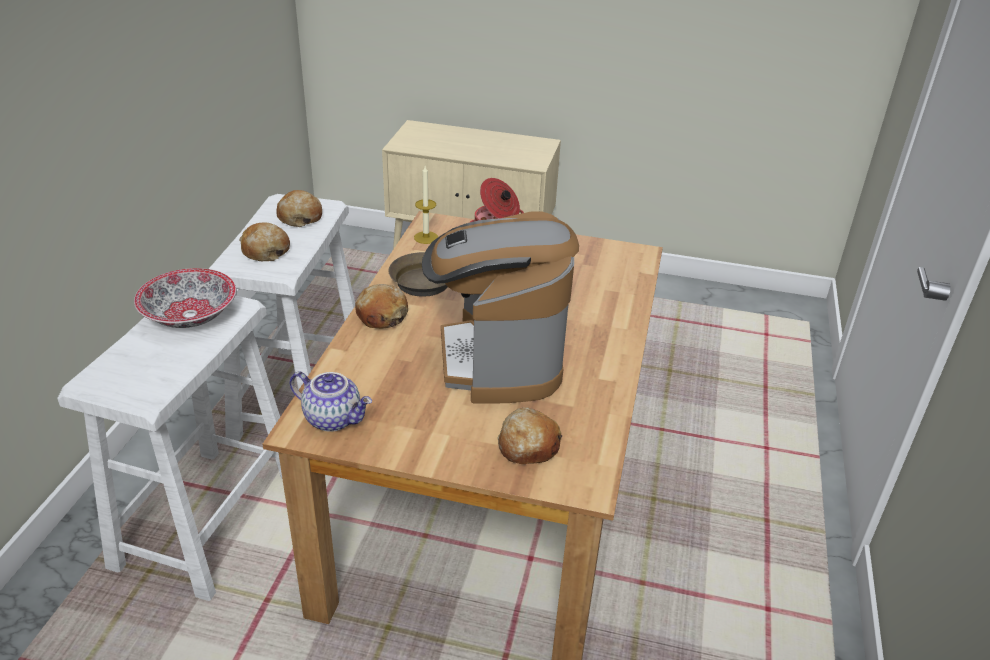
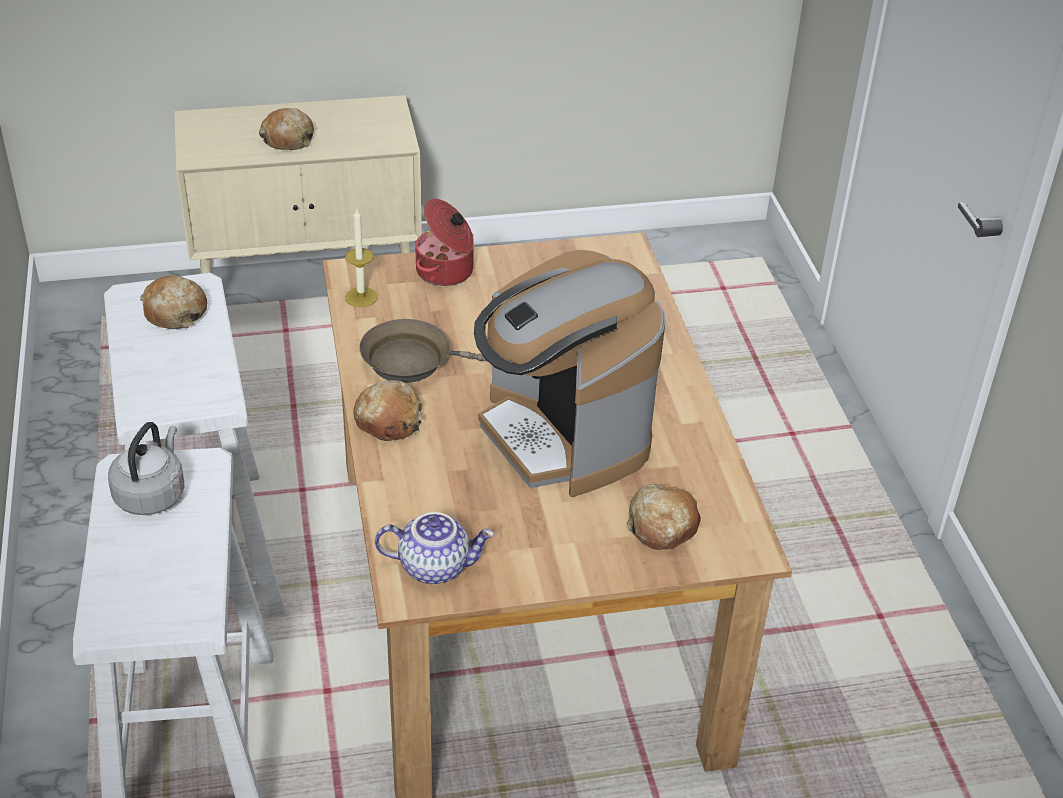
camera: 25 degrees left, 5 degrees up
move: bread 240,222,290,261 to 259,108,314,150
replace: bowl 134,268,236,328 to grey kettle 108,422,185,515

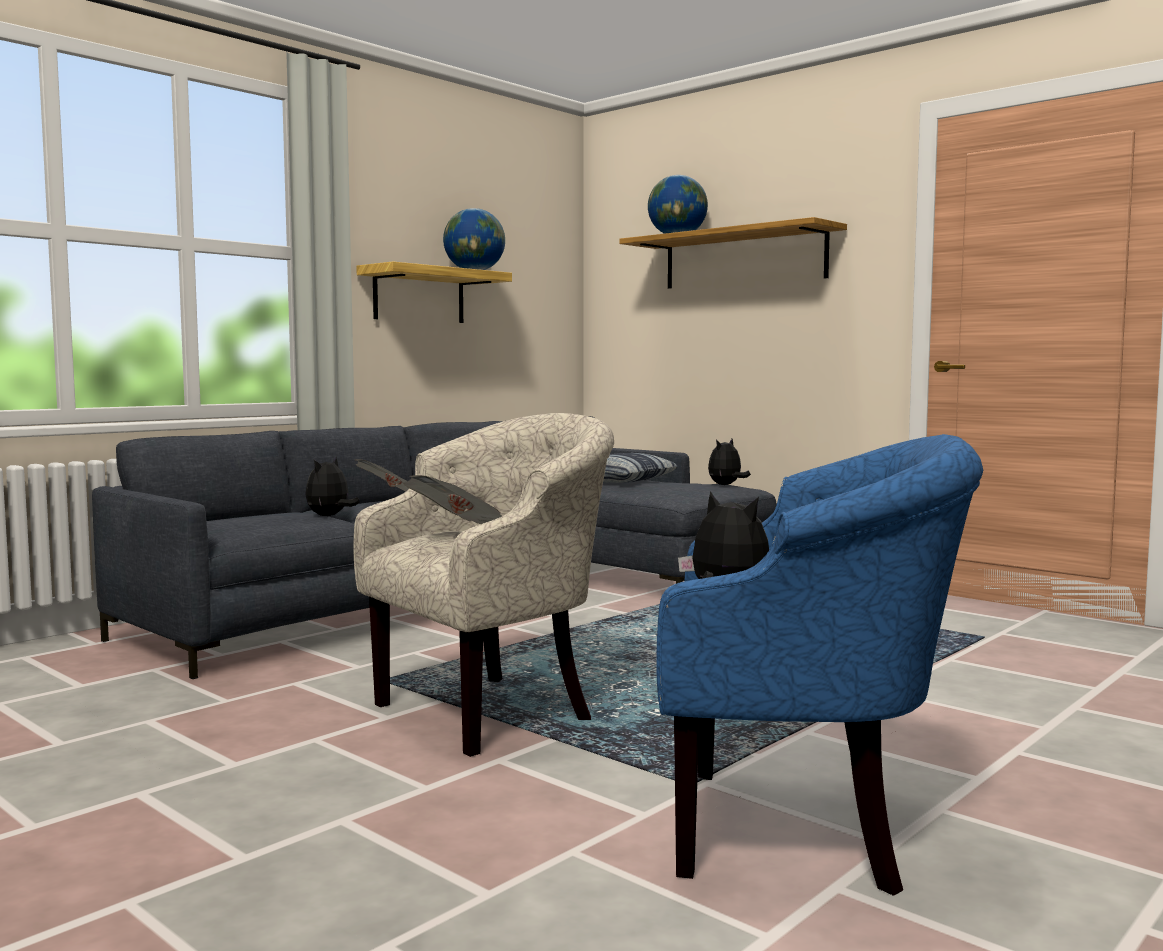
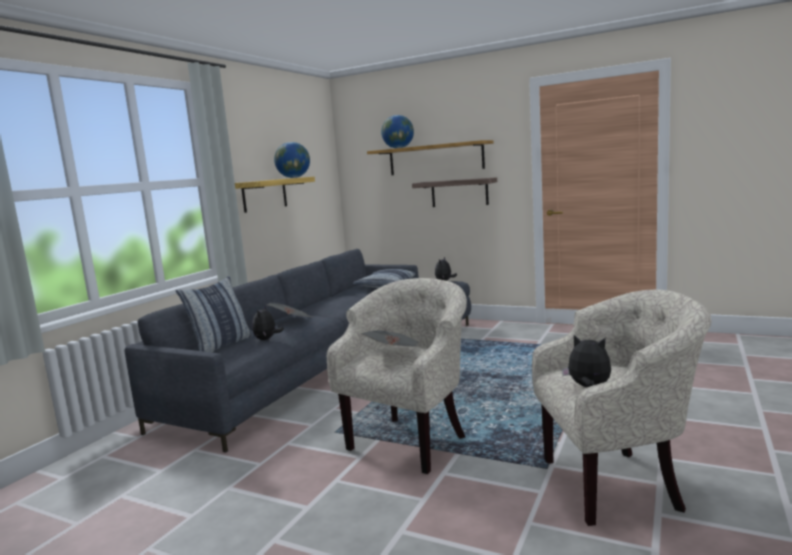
camera: 15 degrees left, 5 degrees up
insert: shelf 412,177,497,207; pillow 176,276,253,352
recolor: blue armchair 656,434,983,896 to beige armchair 532,290,711,526

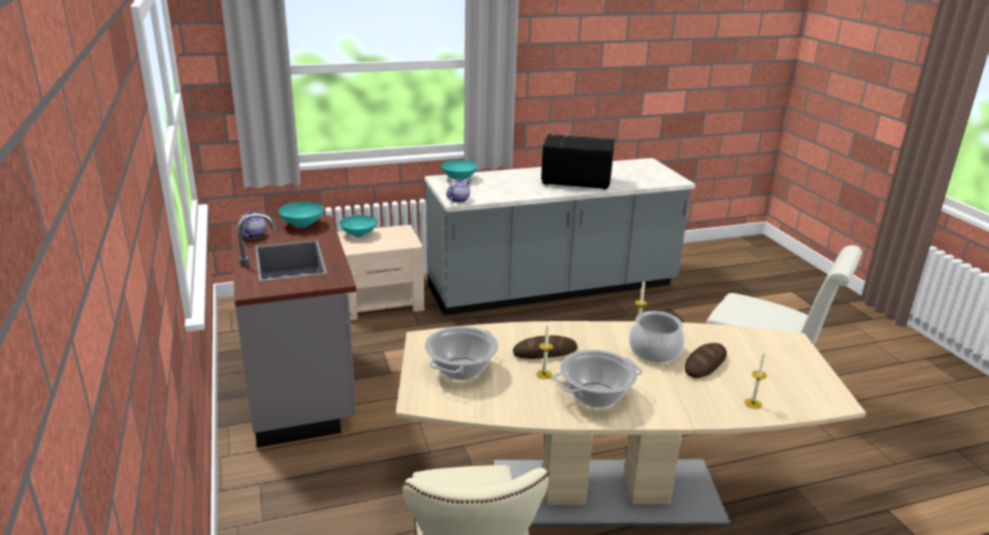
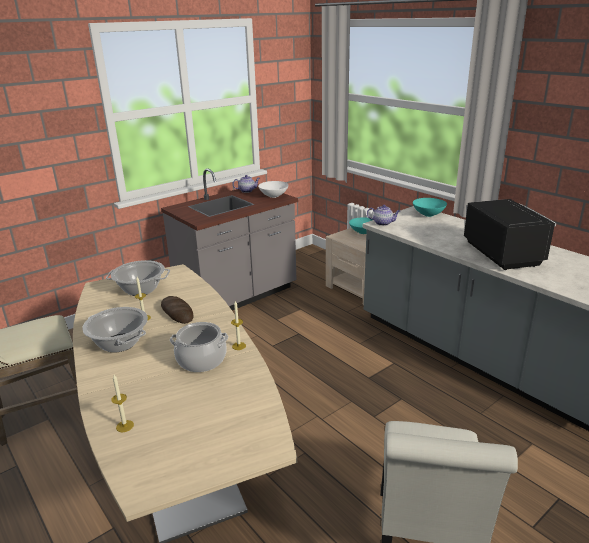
camera: 70 degrees right, 0 degrees up
delete: bread 685,343,727,378
recolor: turquoise bowl 279,202,324,228 to white bowl 258,181,289,198

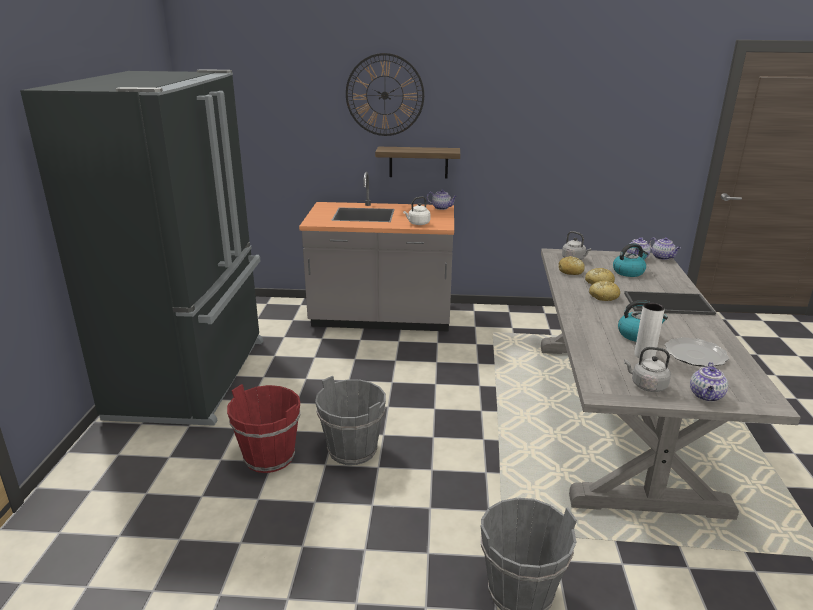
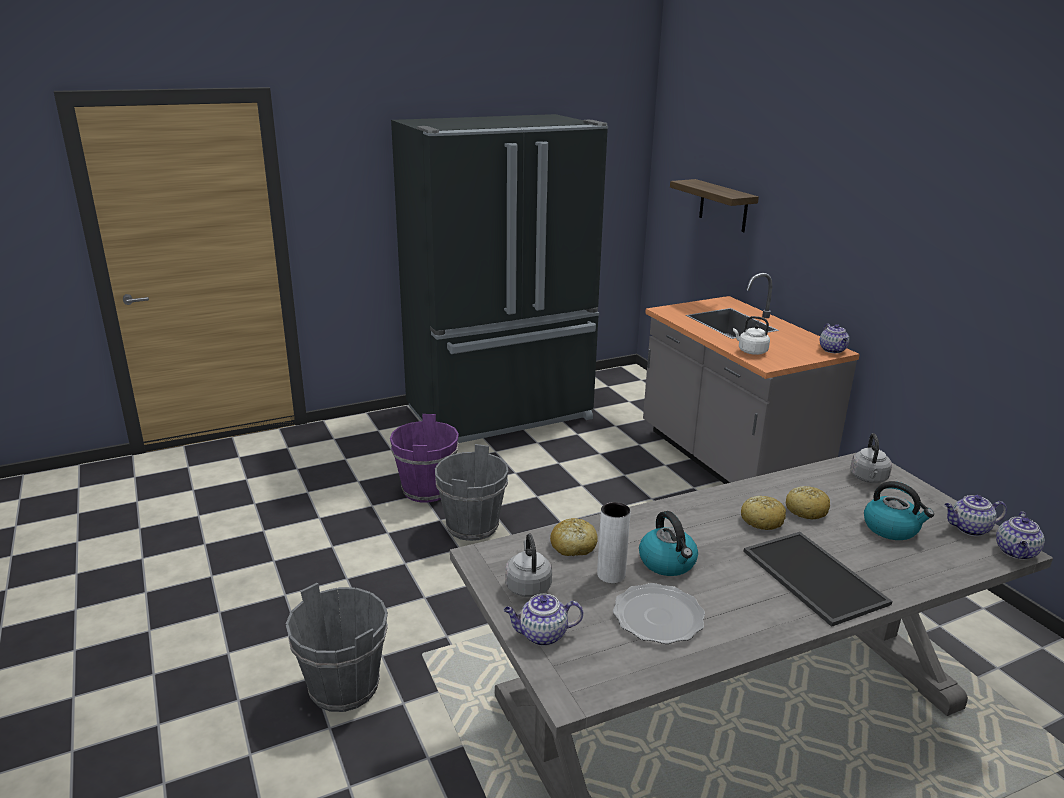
camera: 60 degrees right, 0 degrees up
delete: wall clock 346,53,424,136
move: shelf 375,147,460,179 to 670,179,759,232; bread 559,256,585,275 to 550,518,598,557
recolor: red bucket 227,384,301,473 to purple bucket 390,414,459,503

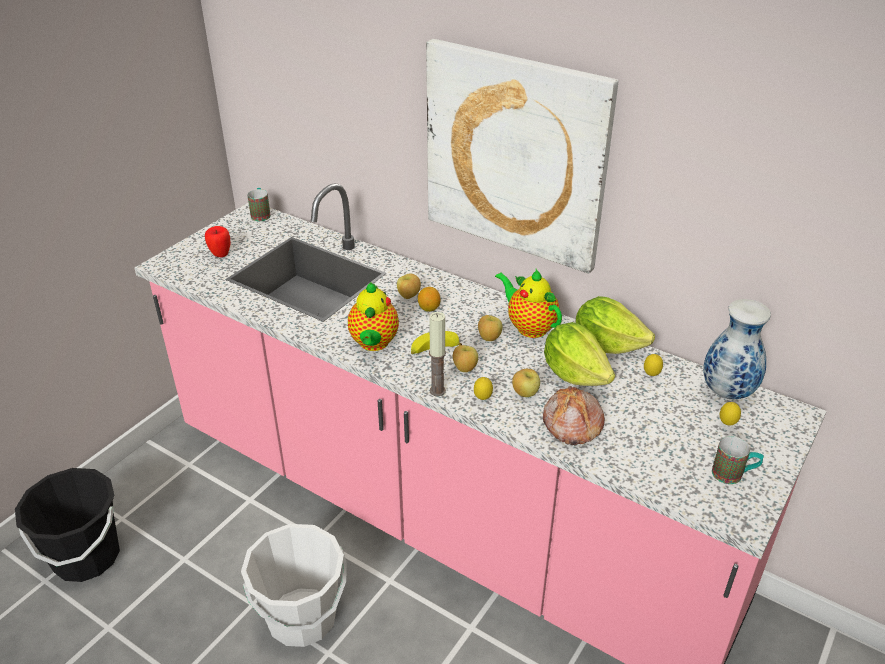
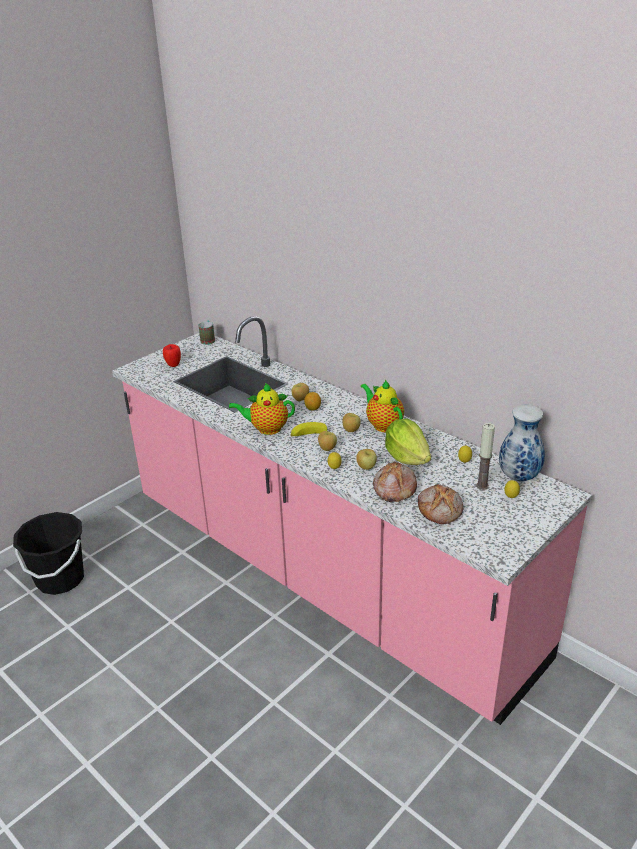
camera: 10 degrees right, 5 degrees down
delete: picture 426,39,618,274; lettuce 575,296,655,354; mug 712,436,764,484; white bucket 241,524,347,647
insert: bread 418,484,464,524
move: candle 429,312,446,396 to 476,423,495,490
rotate: teapot 348,282,399,351 = 229,383,295,435 75 degrees clockwise

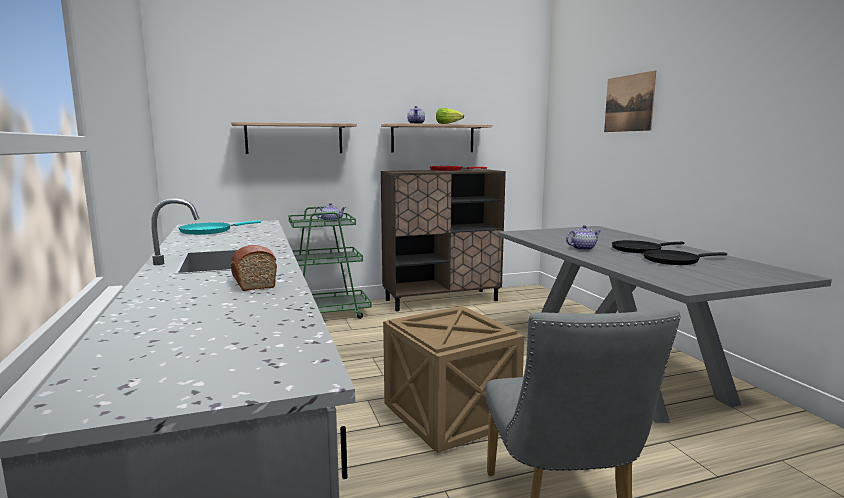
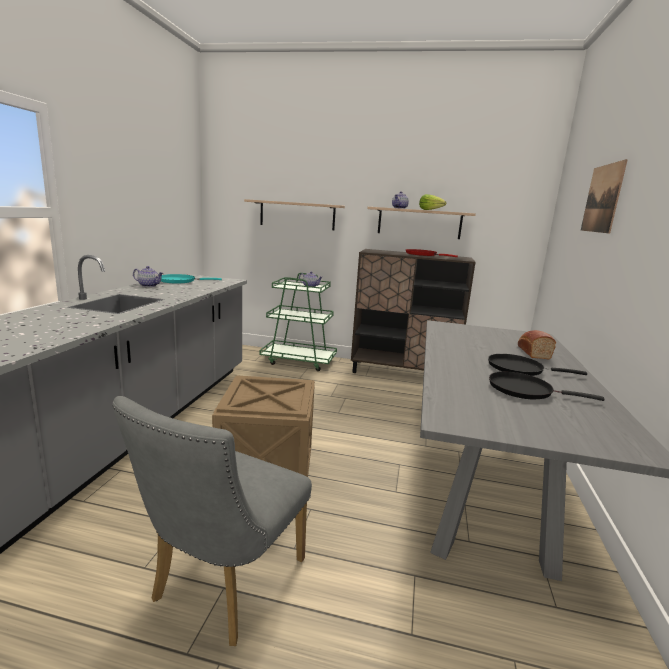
camera: 30 degrees right, 5 degrees up
move: teapot 566,225,600,251 to 133,266,163,287; bread 231,245,277,291 to 518,330,556,360

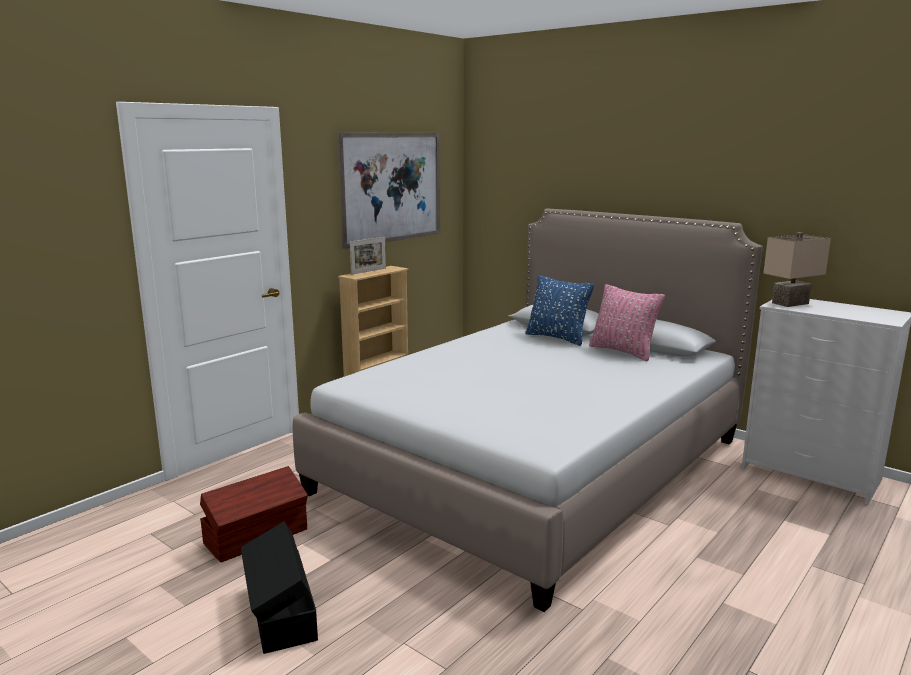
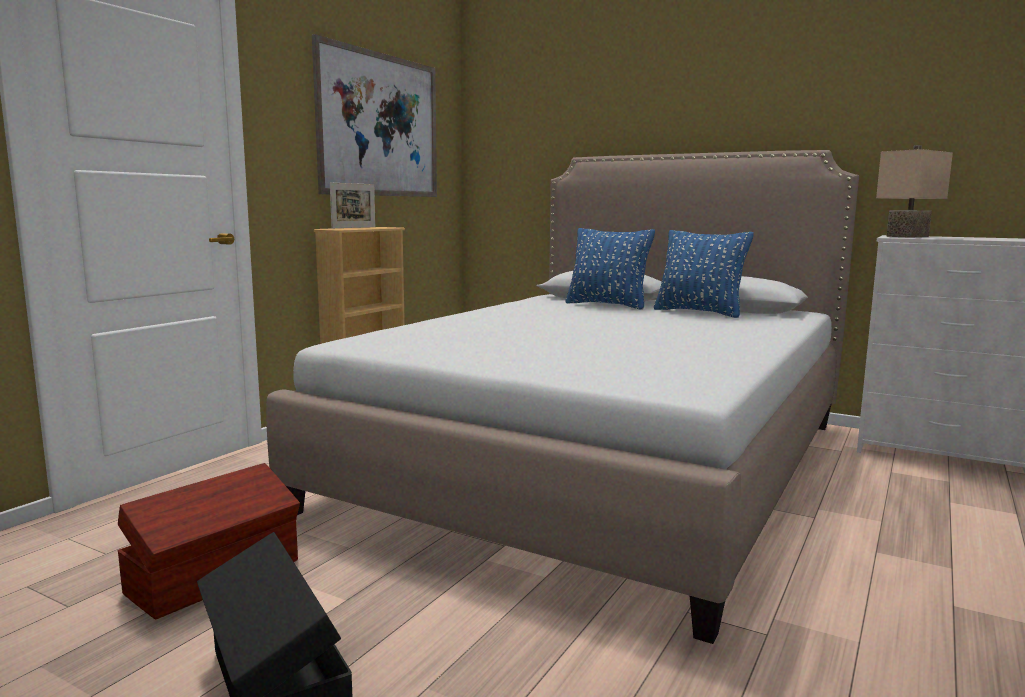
camera: 10 degrees left, 5 degrees down
recolor: pink pillow 589,284,665,361 to blue pillow 654,230,754,318

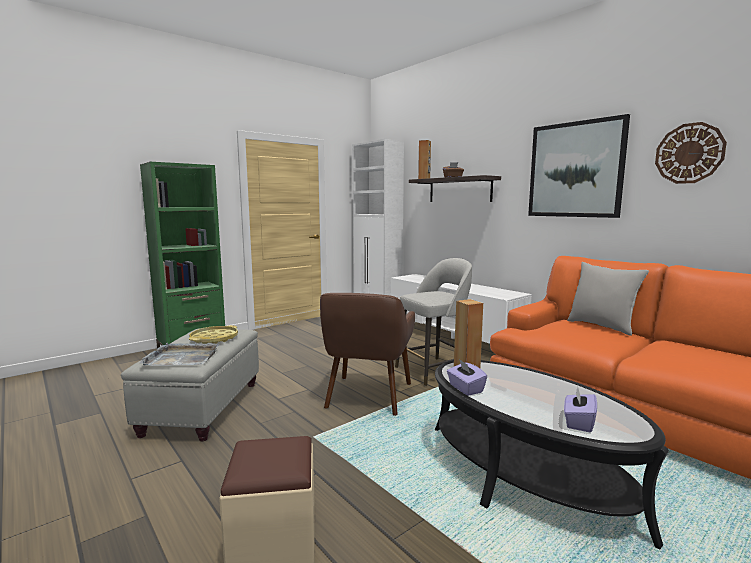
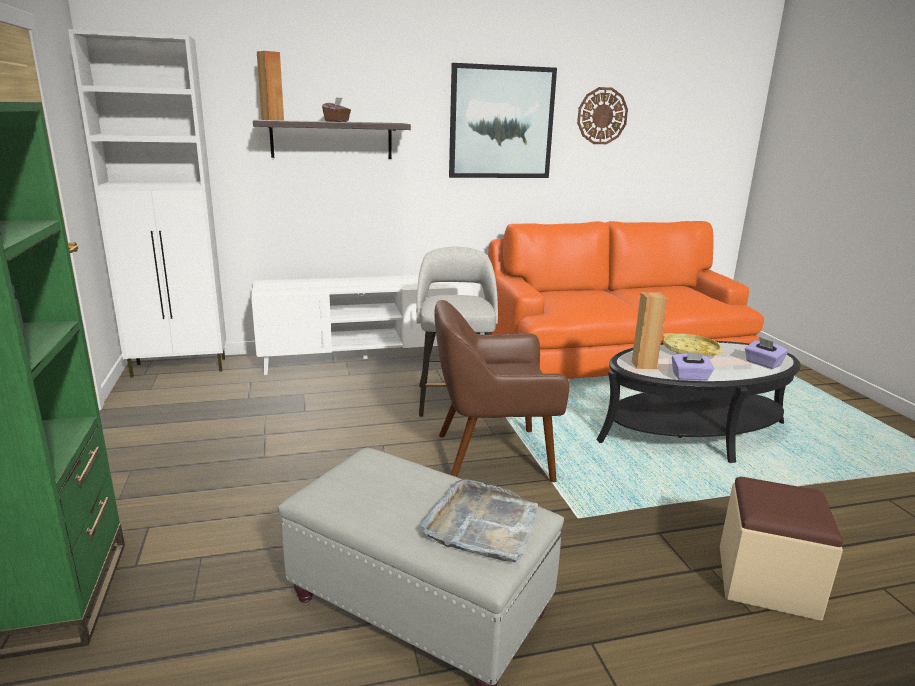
camera: 65 degrees left, 10 degrees up
delete: grey pillow 567,262,649,336
move: yellow tray 189,325,238,344 to 663,333,723,356
rotate: brown armchair 320,293,415,416 = 435,300,569,482 135 degrees clockwise

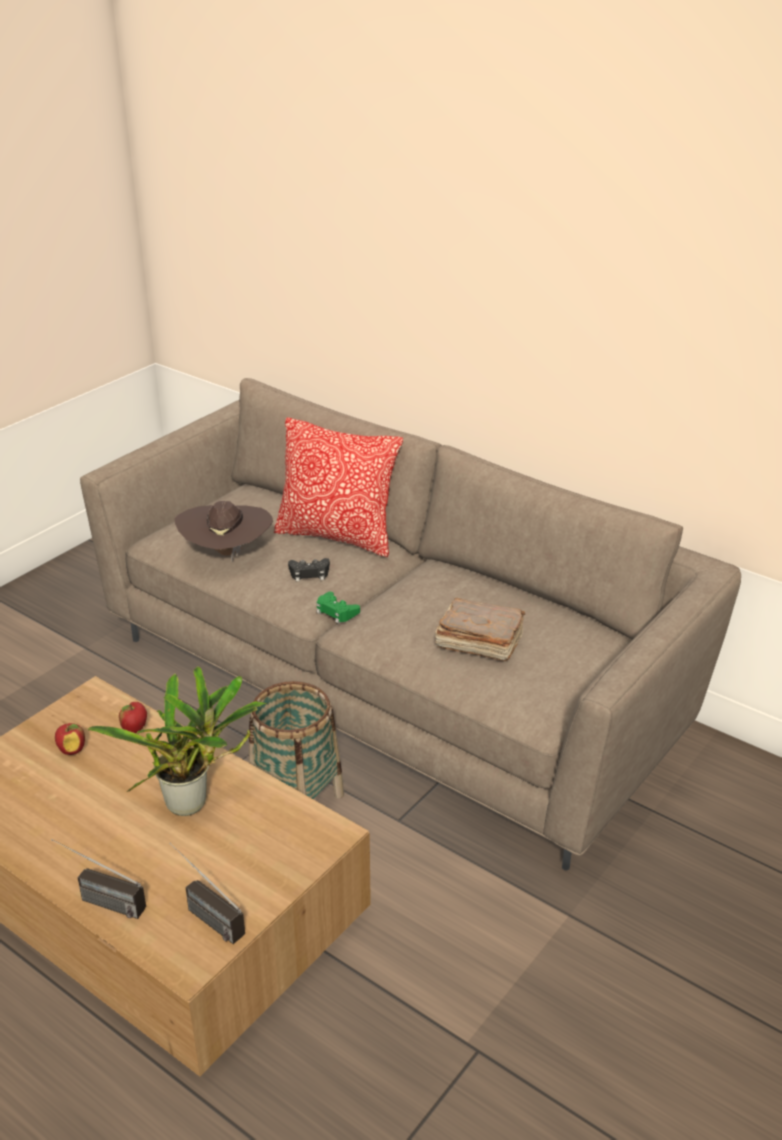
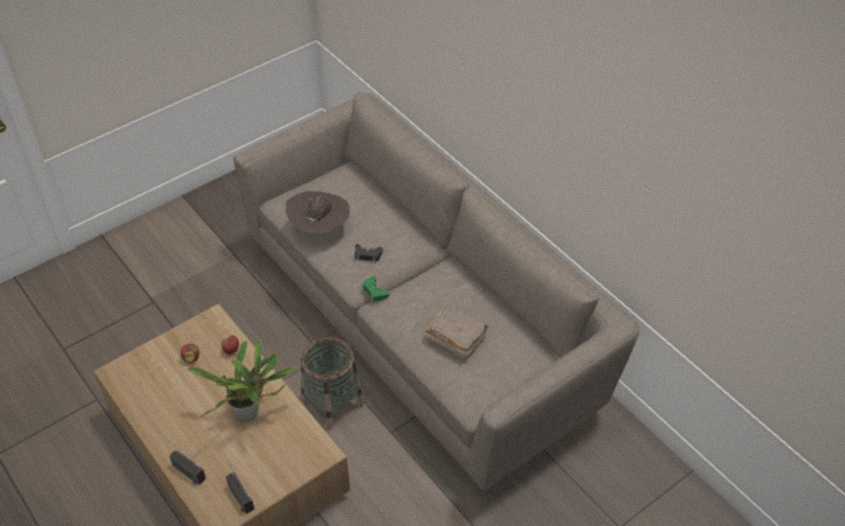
camera: 15 degrees right, 15 degrees up
delete: pillow 274,417,403,557

